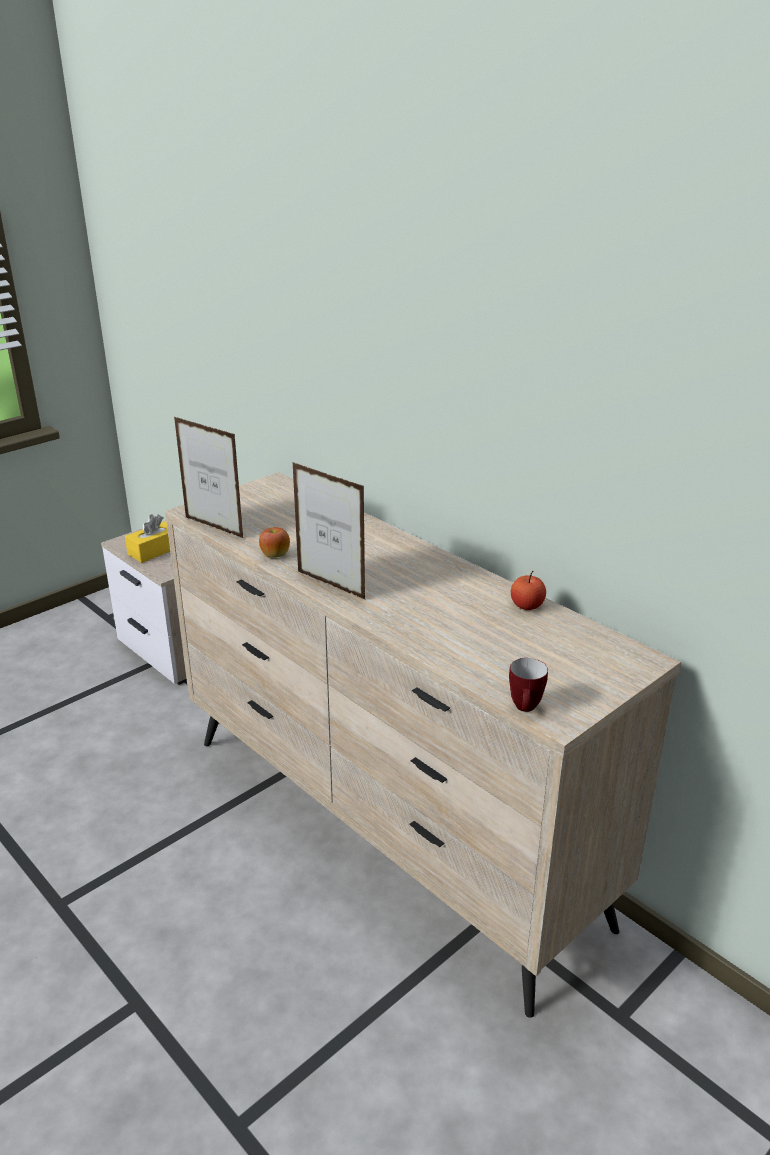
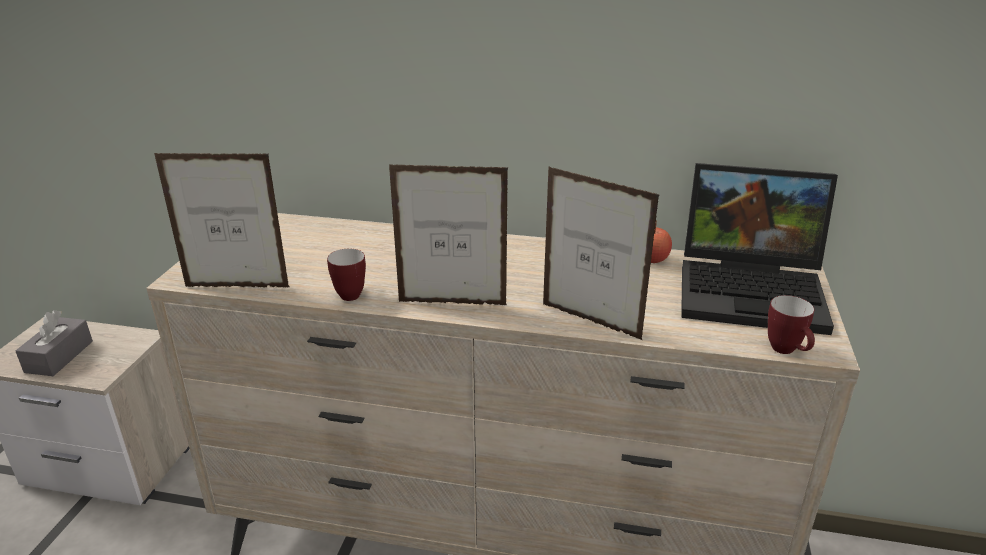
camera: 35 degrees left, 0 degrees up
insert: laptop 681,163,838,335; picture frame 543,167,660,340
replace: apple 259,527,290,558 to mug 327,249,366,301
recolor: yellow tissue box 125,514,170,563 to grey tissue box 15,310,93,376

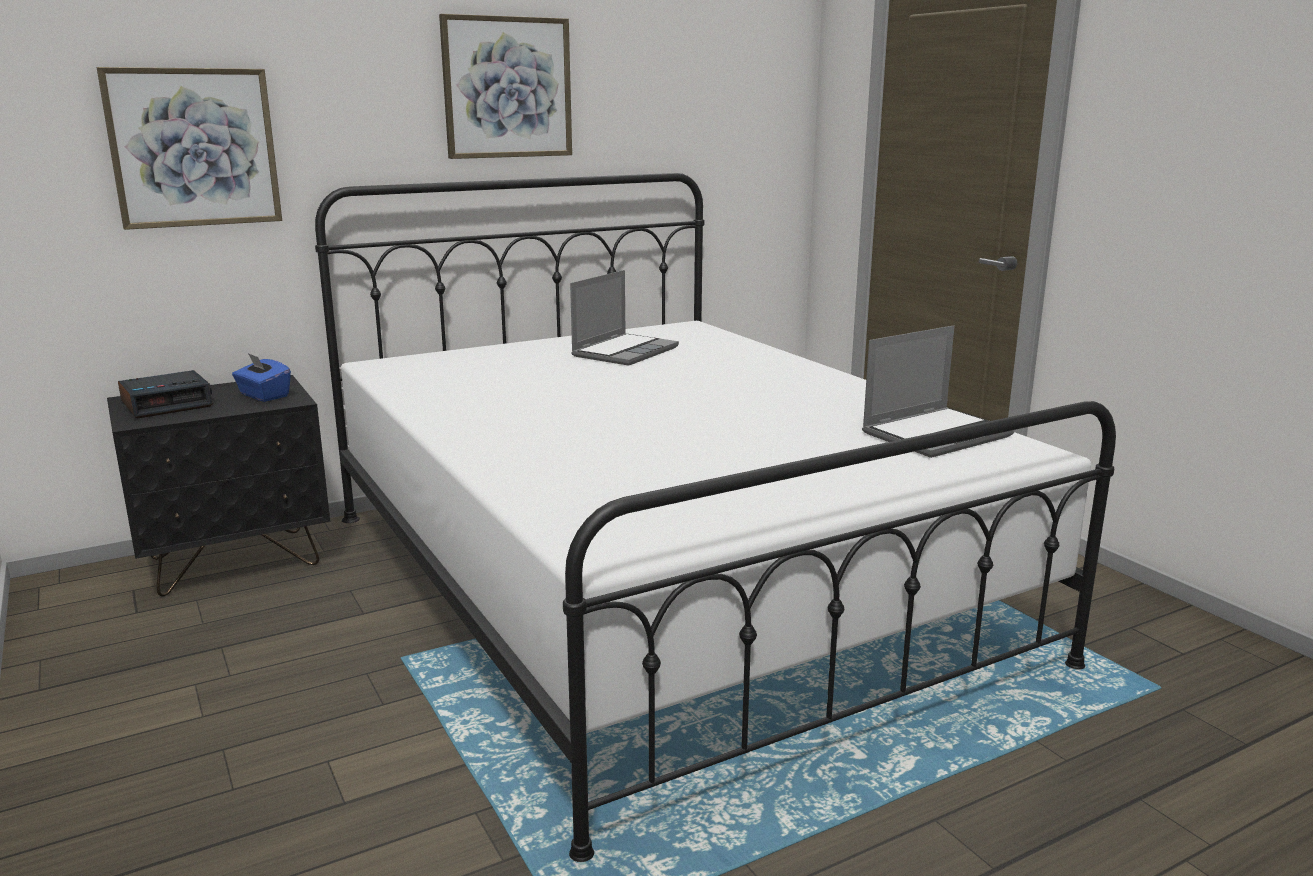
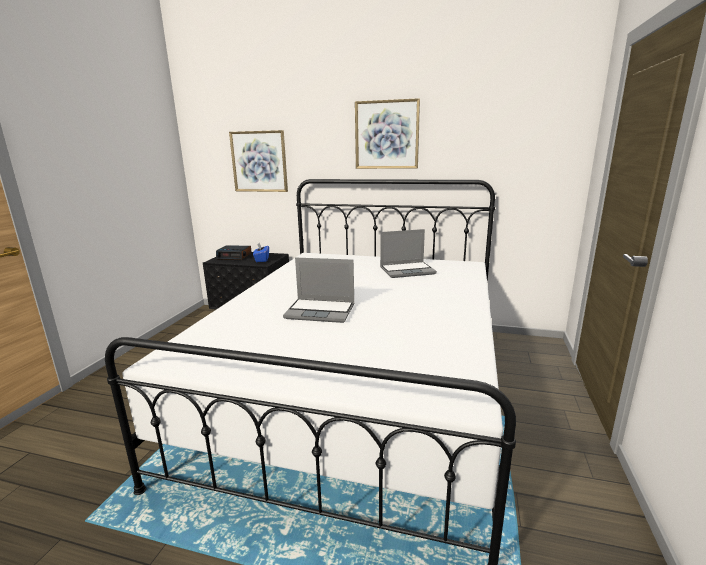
camera: 45 degrees right, 0 degrees up
move: laptop 862,325,1014,458 to 283,257,355,323

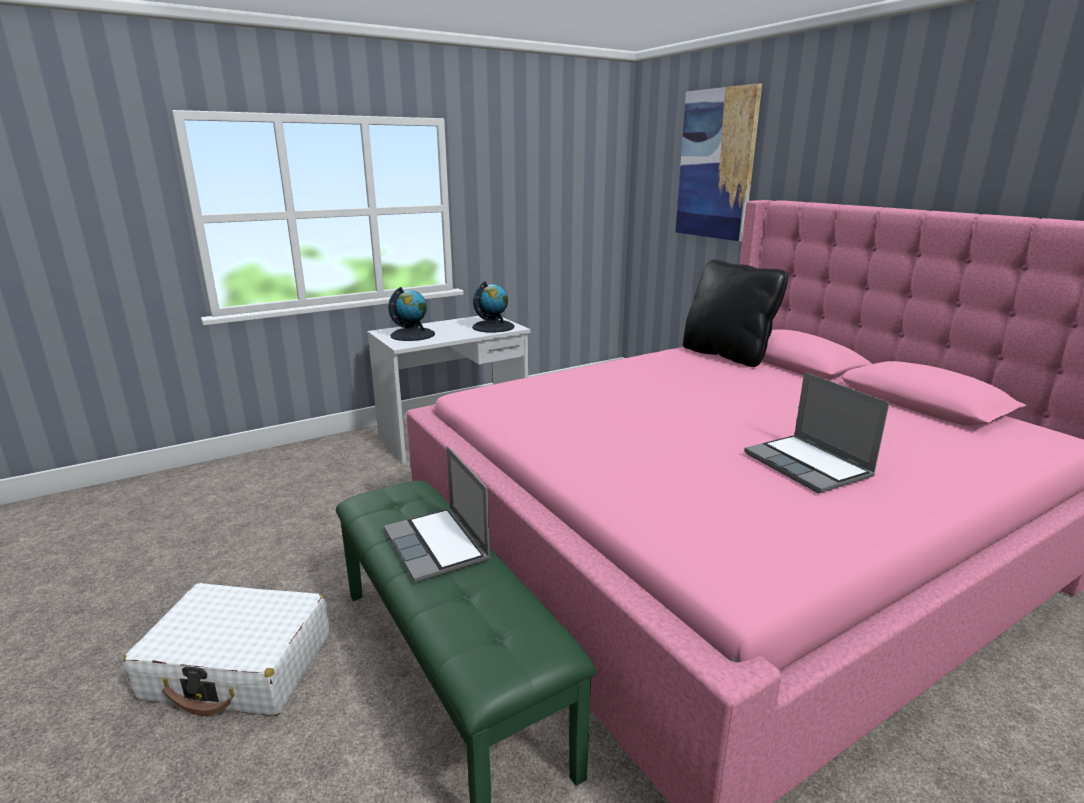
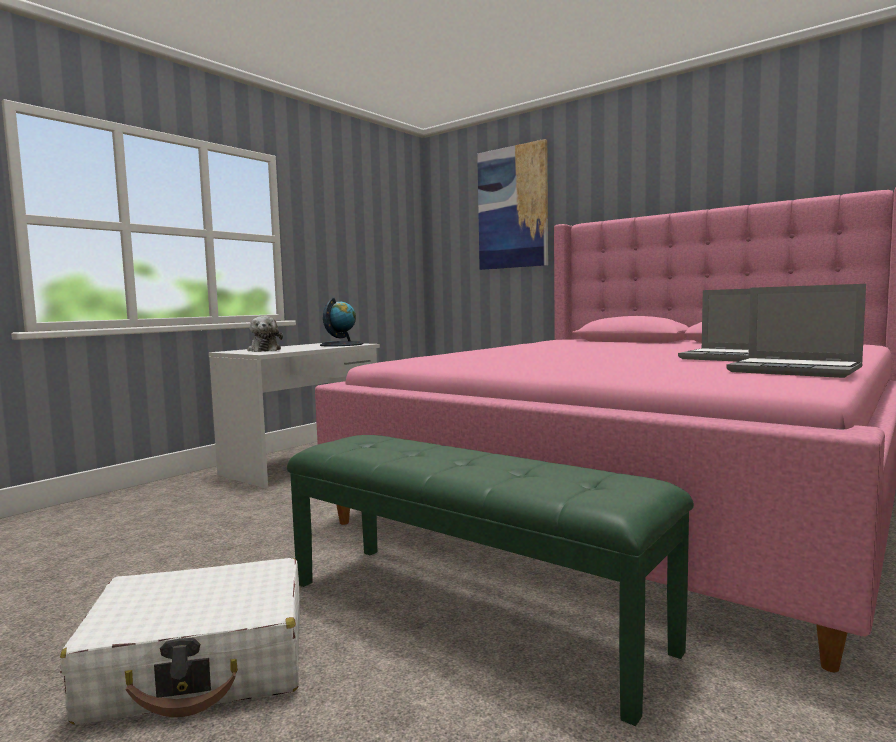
camera: 20 degrees left, 15 degrees down
delete: black pillow 683,260,788,367
move: laptop 384,446,491,583 to 727,284,866,378
replace: globe 388,287,435,341 to plush toy 247,316,283,352

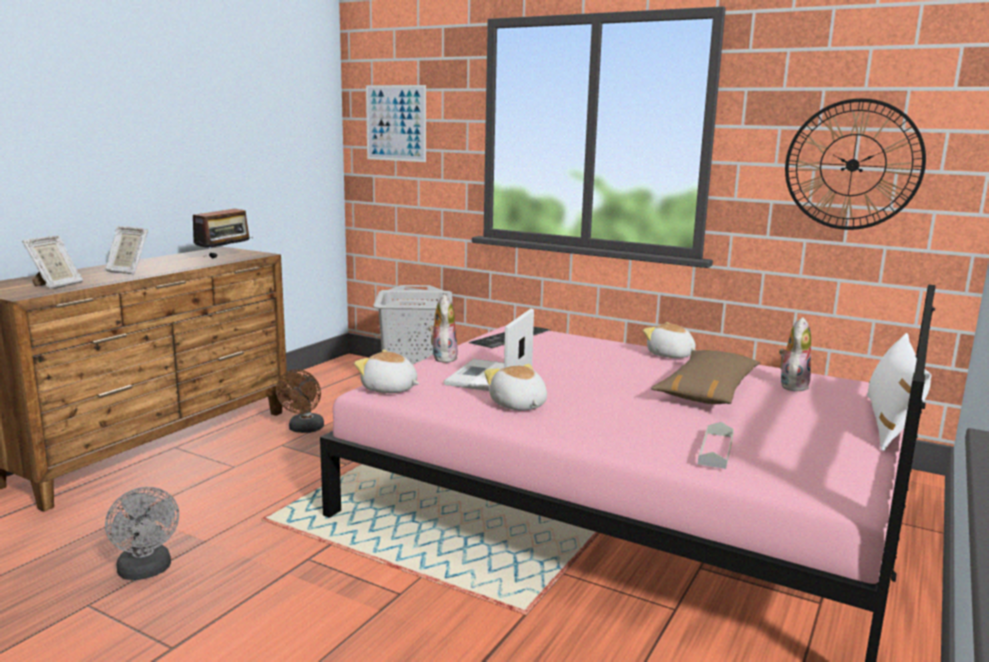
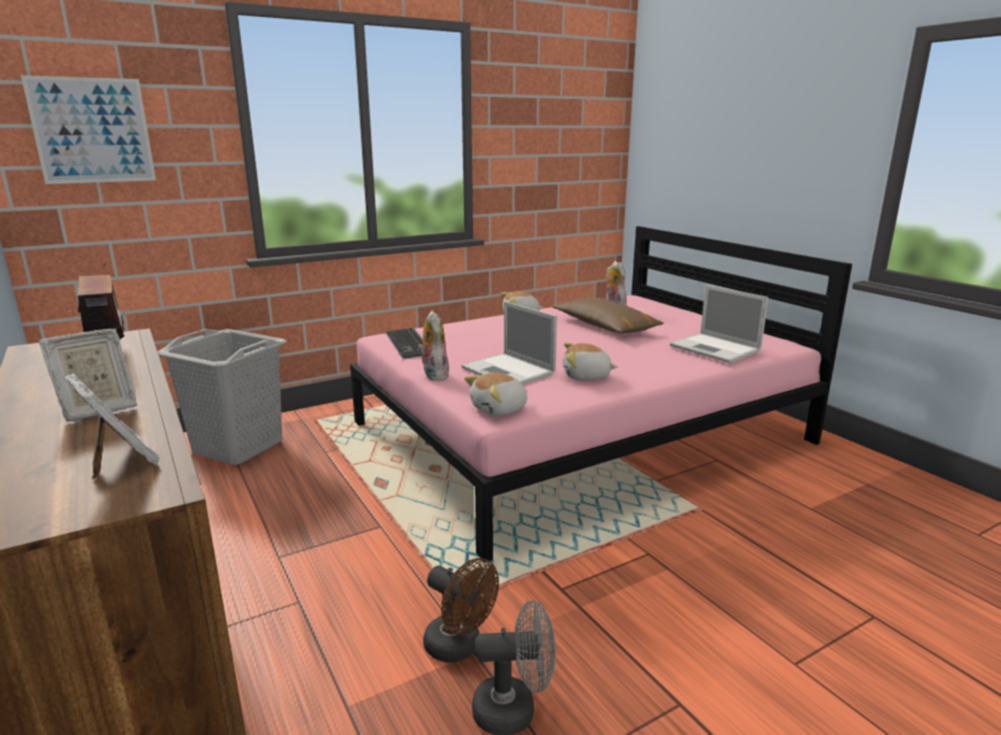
camera: 60 degrees left, 5 degrees up
delete: wall clock 785,98,926,230; white pillow 867,333,932,451
move: brown fan 276,369,324,433 to 423,558,499,663
replace: grey tray 698,422,734,469 to laptop 670,285,768,363
rotate: plush toy 428,294,458,363 = 418,311,449,381 45 degrees clockwise

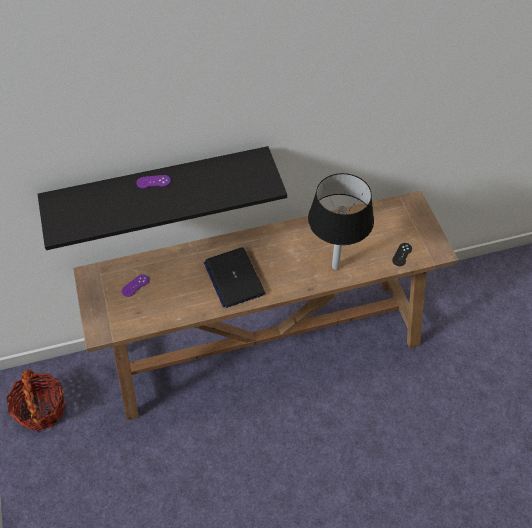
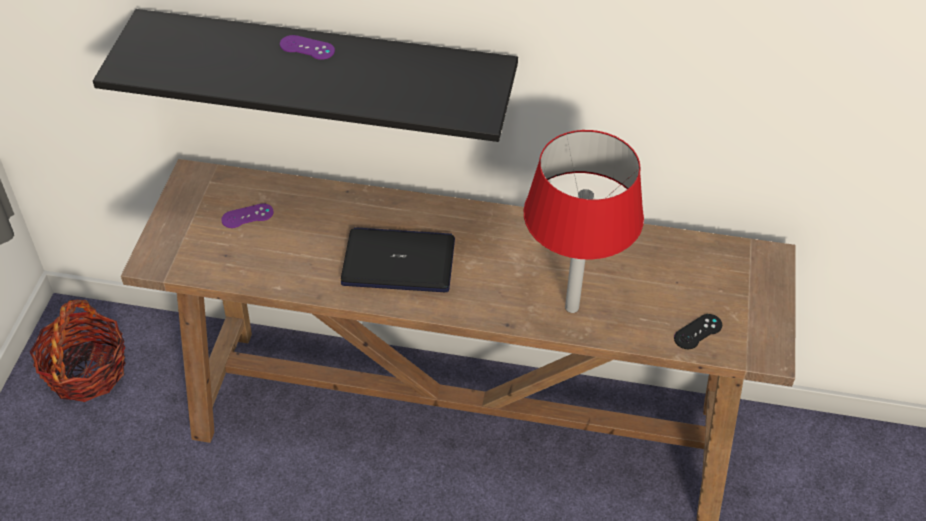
camera: 25 degrees right, 5 degrees down
recolor: black table lamp 308,173,374,270 to red table lamp 524,130,644,313
rotate: laptop 203,247,265,308 = 341,227,455,292 90 degrees clockwise

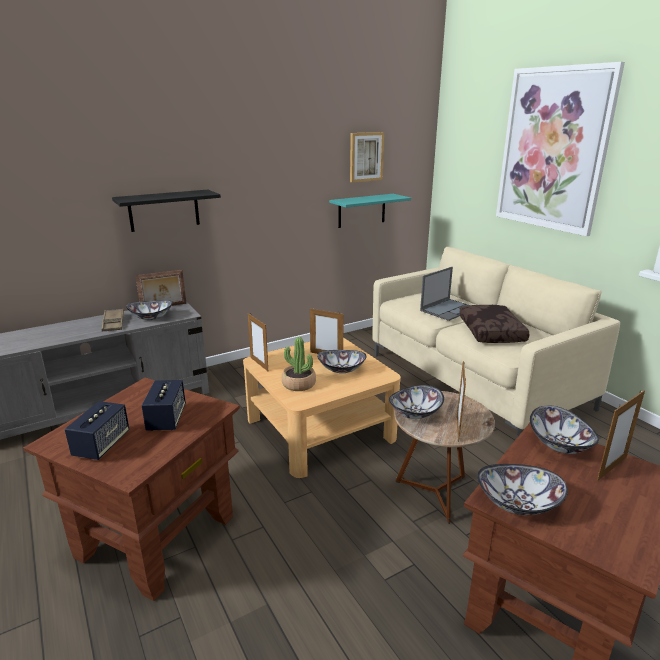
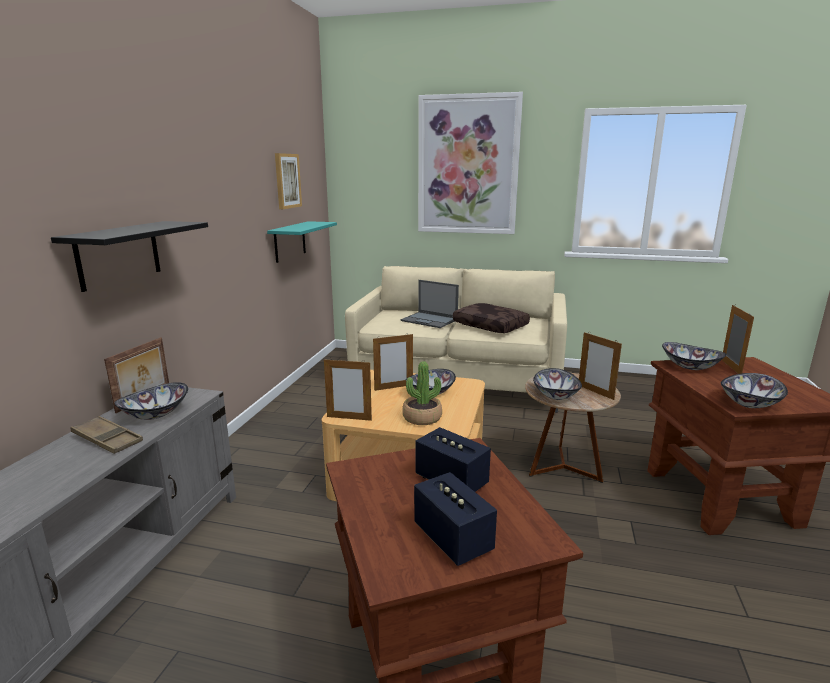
camera: 45 degrees left, 5 degrees down
rotate: laptop 420,267,469,321 = 401,280,459,328 120 degrees clockwise

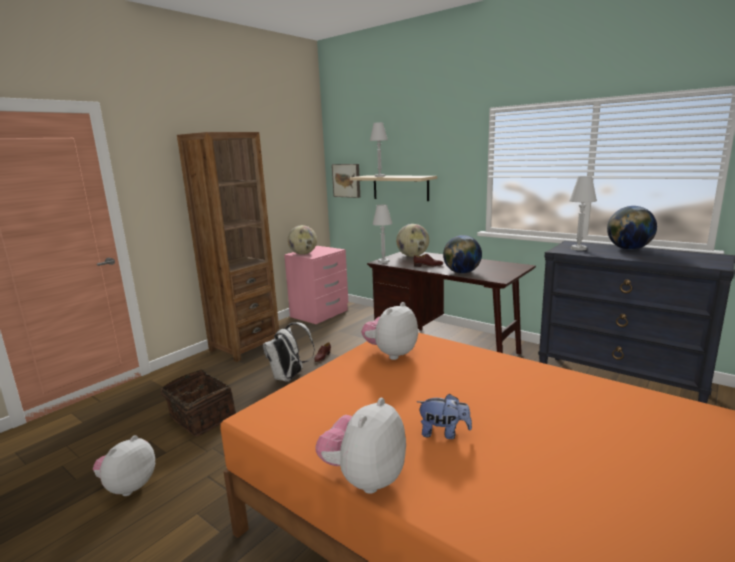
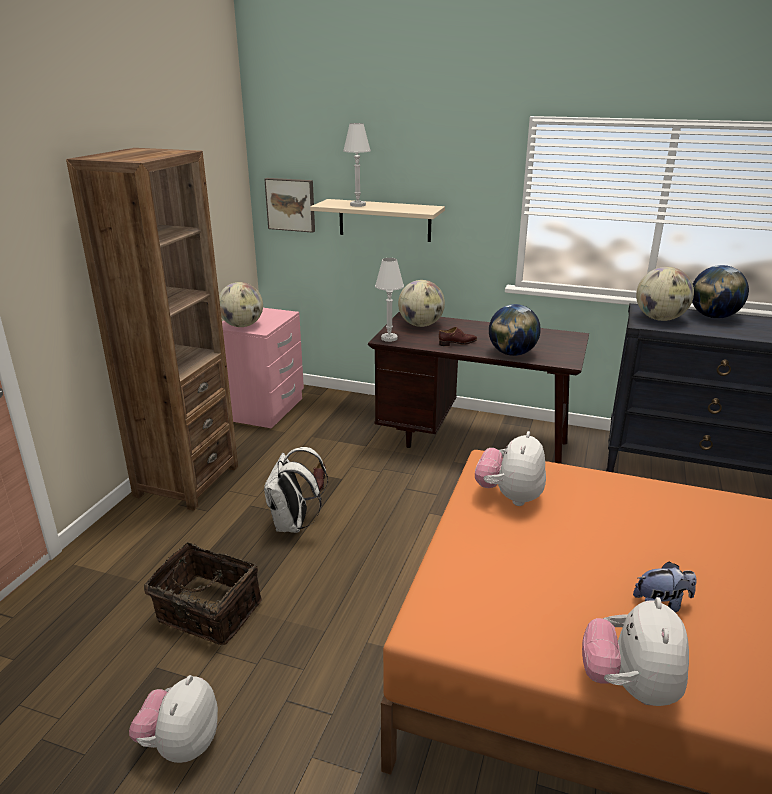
camera: 20 degrees left, 10 degrees up
replace: white table lamp 569,176,597,250 to globe 636,267,694,321

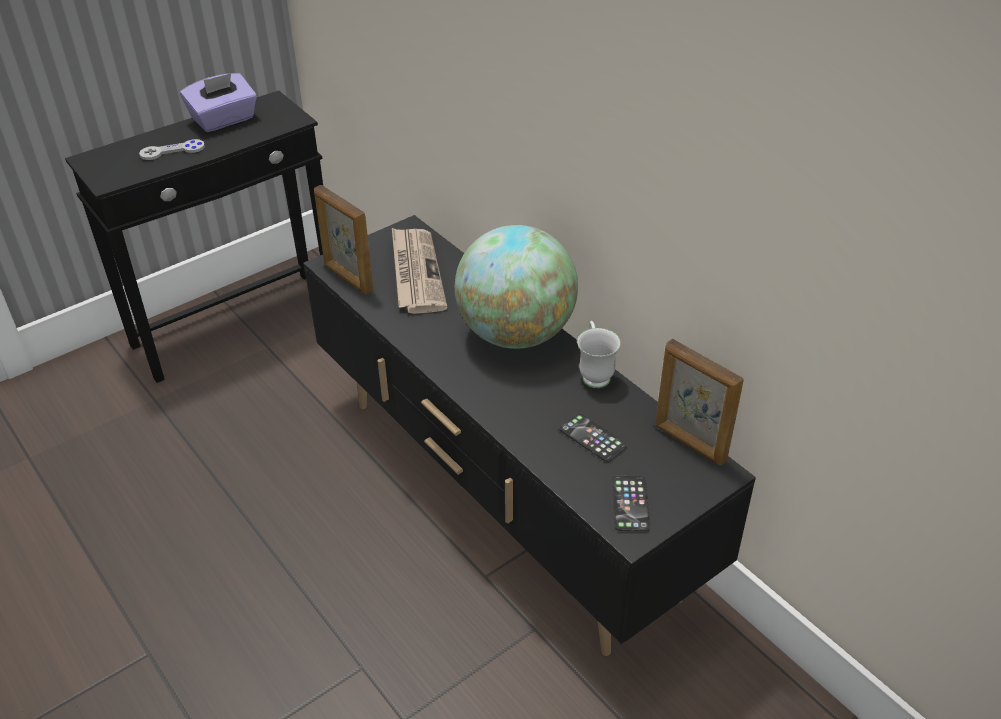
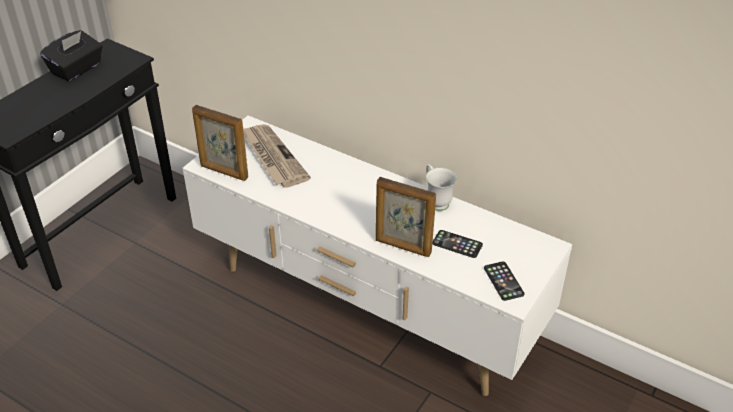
camera: 20 degrees left, 0 degrees up
delete: grey game controller 139,139,205,160; globe 455,225,578,349
move: picture frame 655,339,744,466 to 376,177,436,257
recolor: purple tissue box 180,73,257,132 to black tissue box 40,30,103,81; black tv stand 303,215,756,656 to white tv stand 183,116,572,396

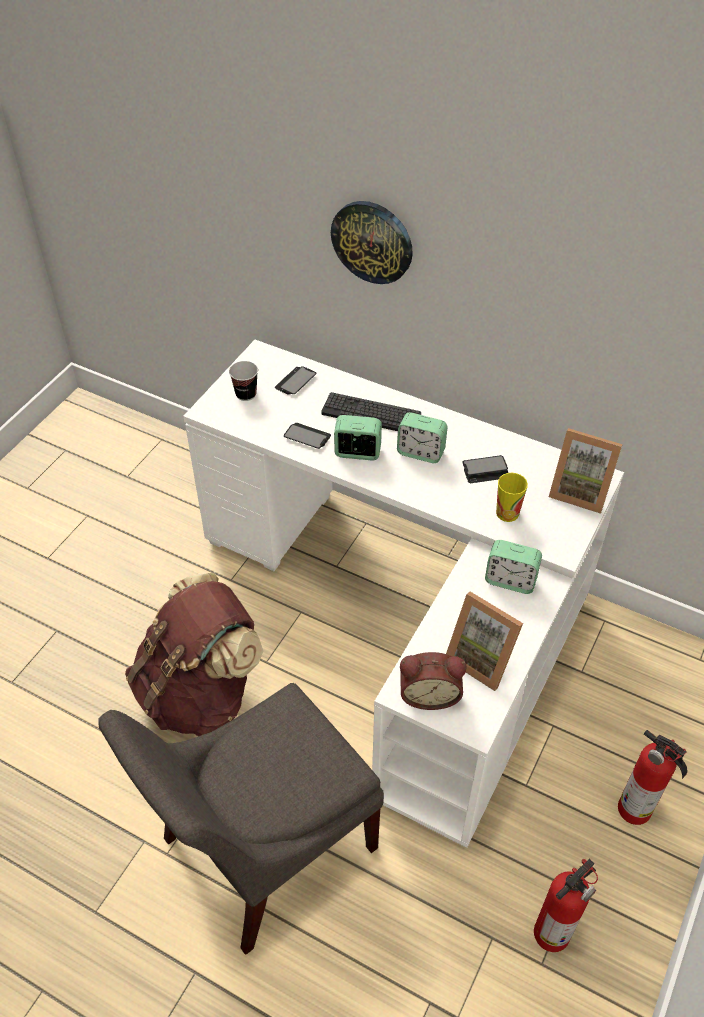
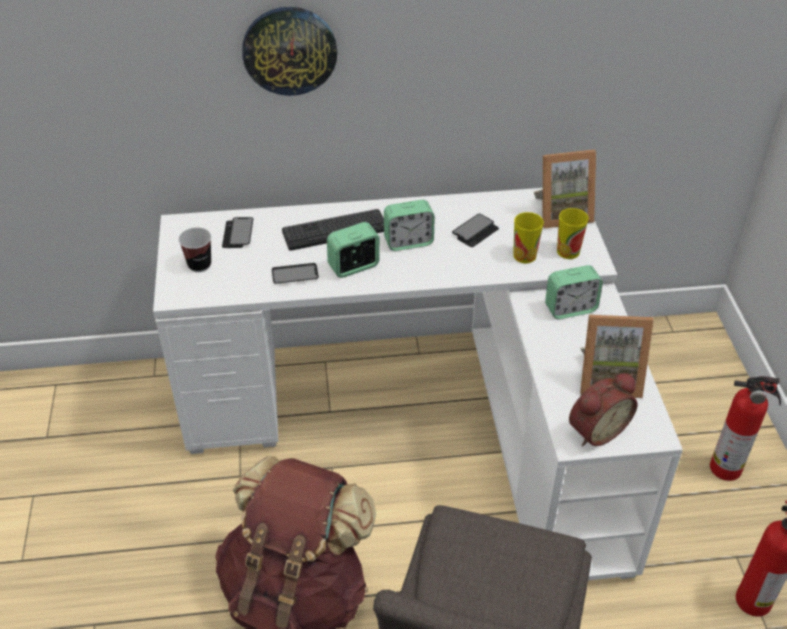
camera: 35 degrees left, 5 degrees down
insert: cup 557,208,589,259

